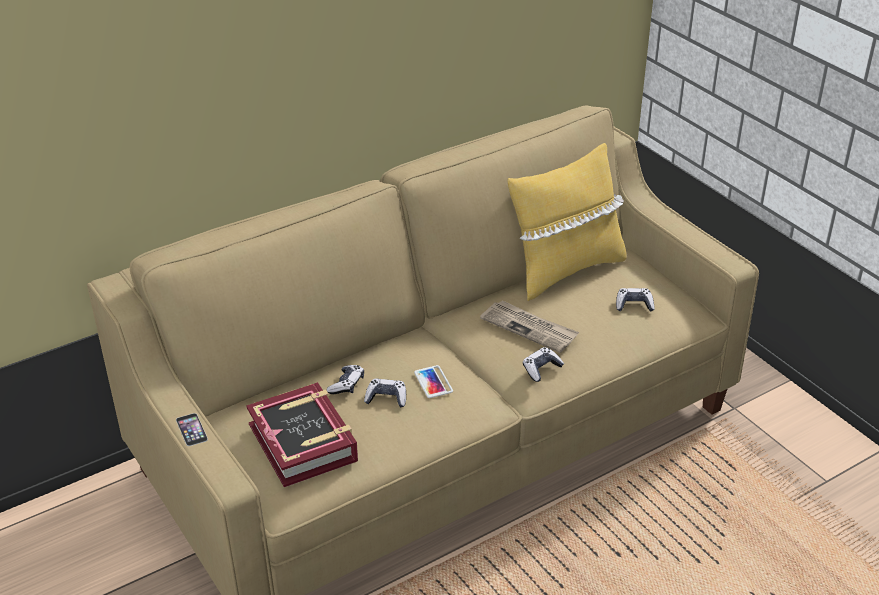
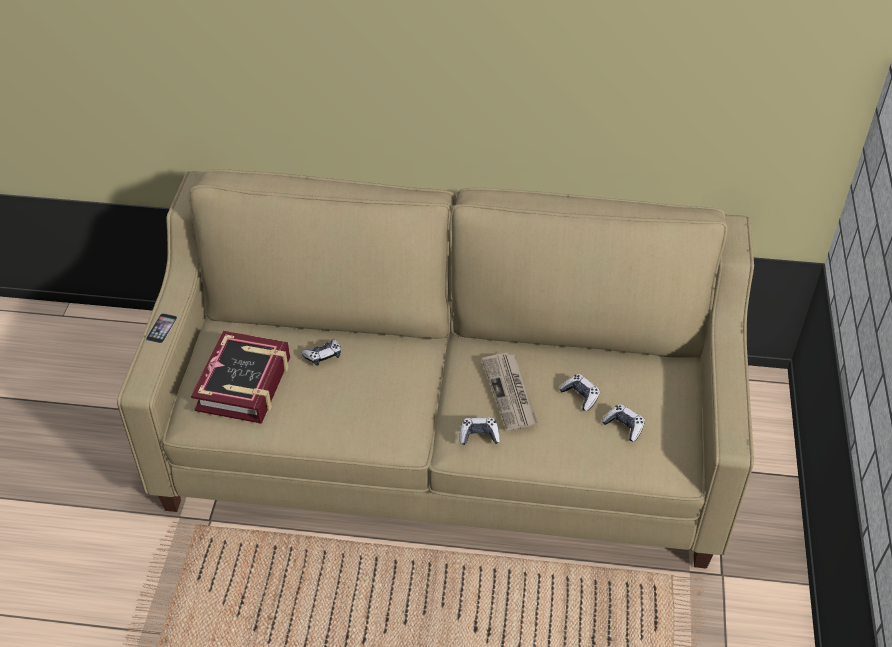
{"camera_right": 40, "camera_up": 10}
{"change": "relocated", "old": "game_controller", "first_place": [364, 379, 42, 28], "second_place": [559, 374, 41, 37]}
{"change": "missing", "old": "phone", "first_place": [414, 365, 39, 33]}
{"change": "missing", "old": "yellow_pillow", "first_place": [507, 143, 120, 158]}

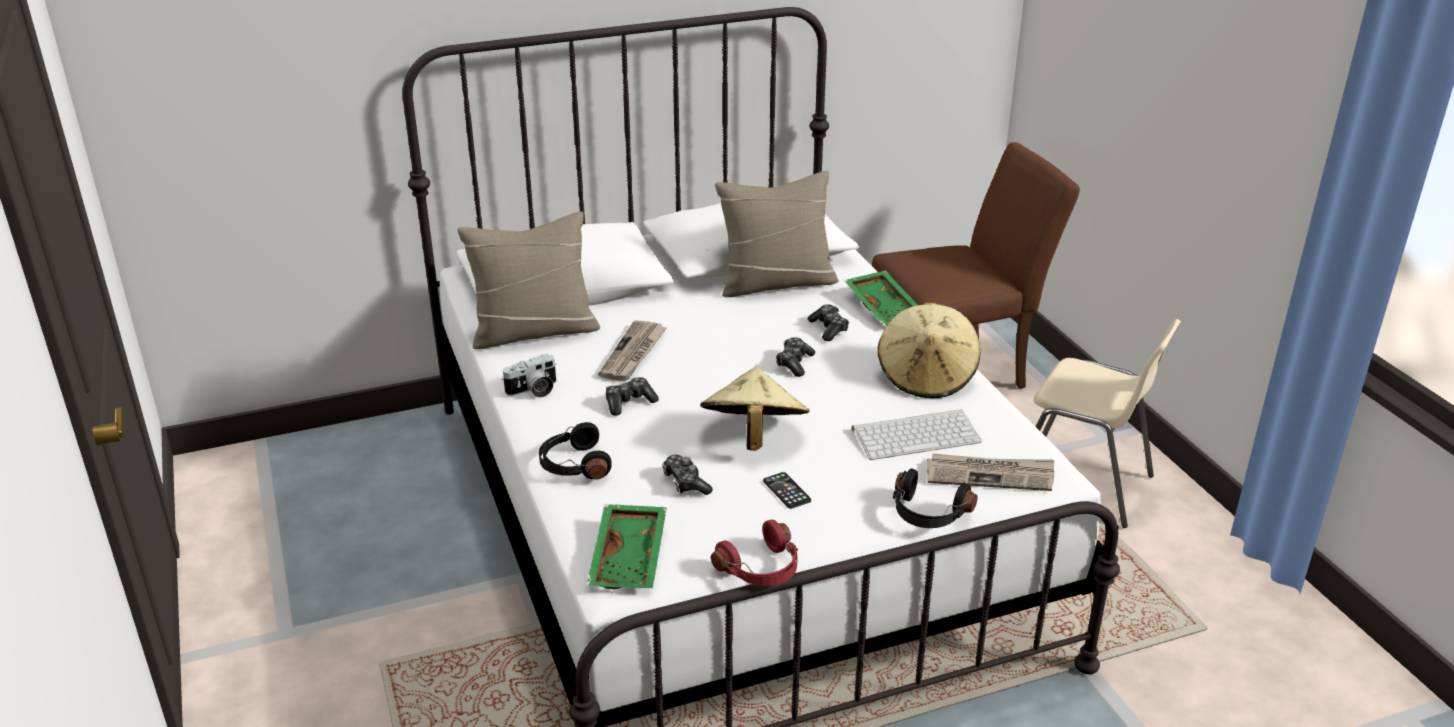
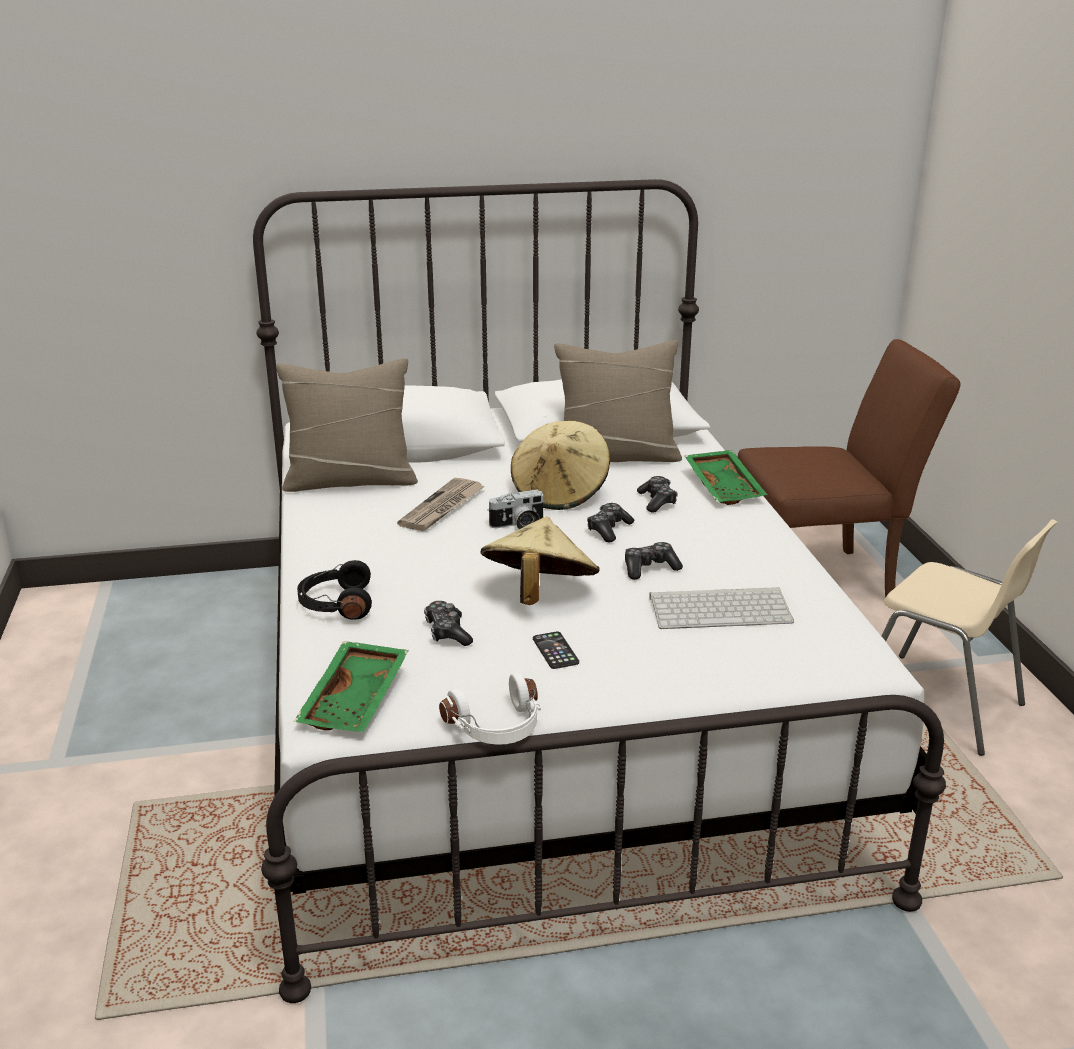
{"camera_right": 10, "camera_up": -5}
{"change": "relocated", "old": "photo_camera", "first_place": [502, 354, 54, 44], "second_place": [487, 489, 58, 40]}
{"change": "relocated", "old": "game_controller", "first_place": [606, 377, 53, 39], "second_place": [625, 542, 58, 38]}
{"change": "colour", "old": "red_headphones", "new": "white_headphones", "first_place": [711, 520, 87, 66], "second_place": [439, 673, 102, 72]}
{"change": "relocated", "old": "beige_hat", "first_place": [877, 303, 103, 95], "second_place": [511, 420, 99, 90]}
{"change": "missing", "old": "black_headphones", "first_place": [893, 469, 85, 59]}
{"change": "missing", "old": "newspaper", "first_place": [927, 453, 127, 38]}

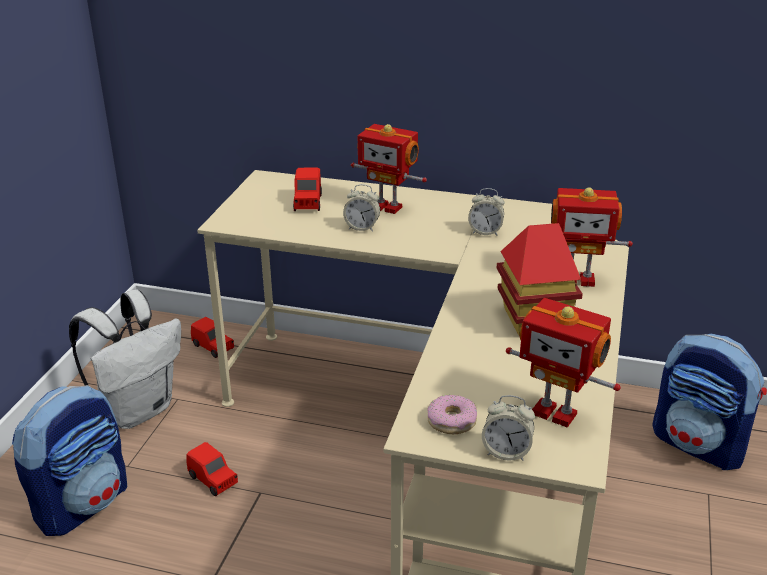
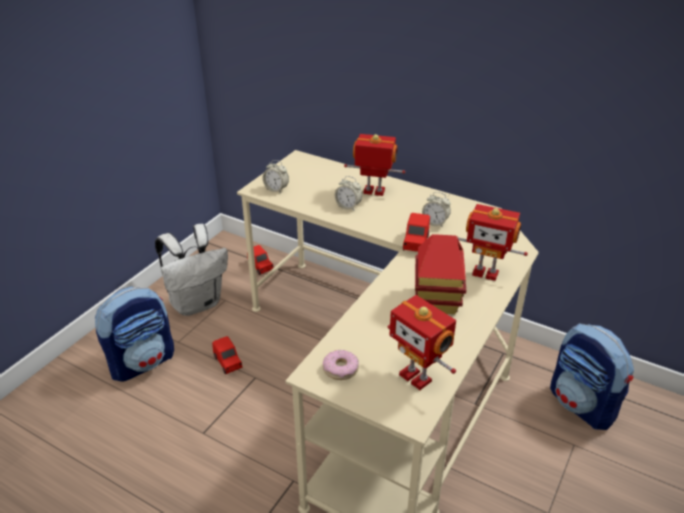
{"camera_right": 15, "camera_up": 5}
{"change": "relocated", "old": "red_toy_car", "first_place": [293, 168, 29, 43], "second_place": [403, 213, 27, 39]}
{"change": "spun", "old": "toy_robot", "first_place": [351, 124, 76, 90], "second_place": [344, 134, 62, 62], "degrees": 150}
{"change": "relocated", "old": "alarm_clock", "first_place": [482, 395, 53, 66], "second_place": [262, 160, 27, 33]}

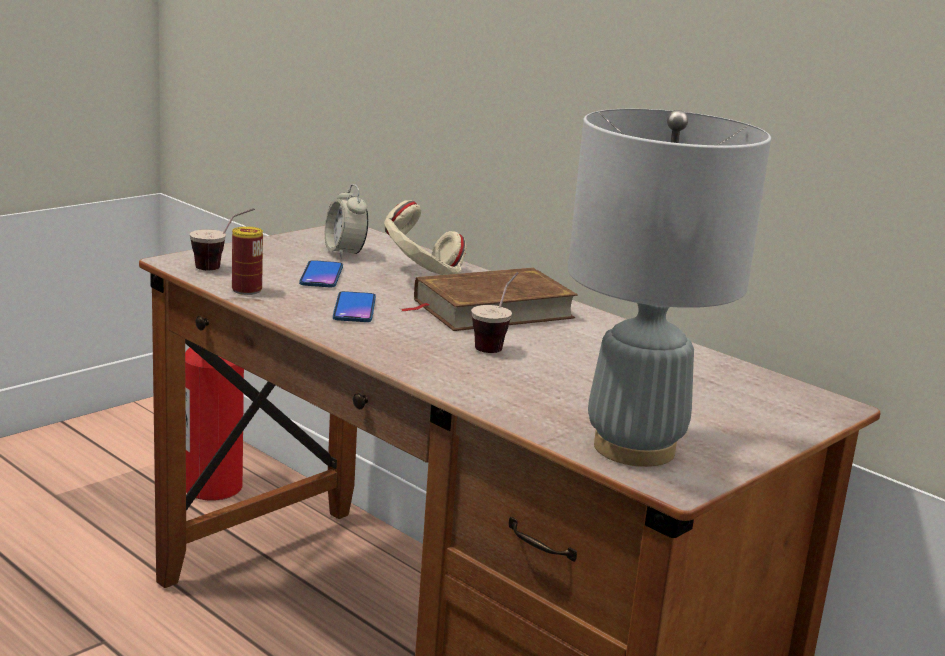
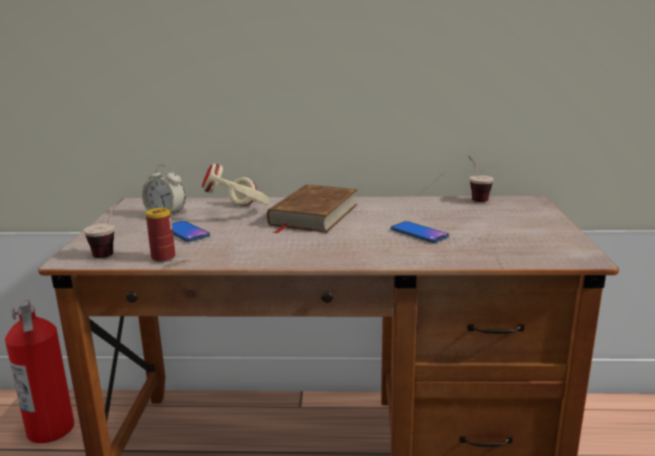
{"camera_right": -40, "camera_up": 0}
{"change": "relocated", "old": "phone", "first_place": [333, 291, 43, 31], "second_place": [391, 221, 58, 22]}
{"change": "relocated", "old": "cup", "first_place": [471, 272, 48, 81], "second_place": [468, 156, 26, 46]}
{"change": "missing", "old": "grey_table_lamp", "first_place": [568, 109, 203, 358]}

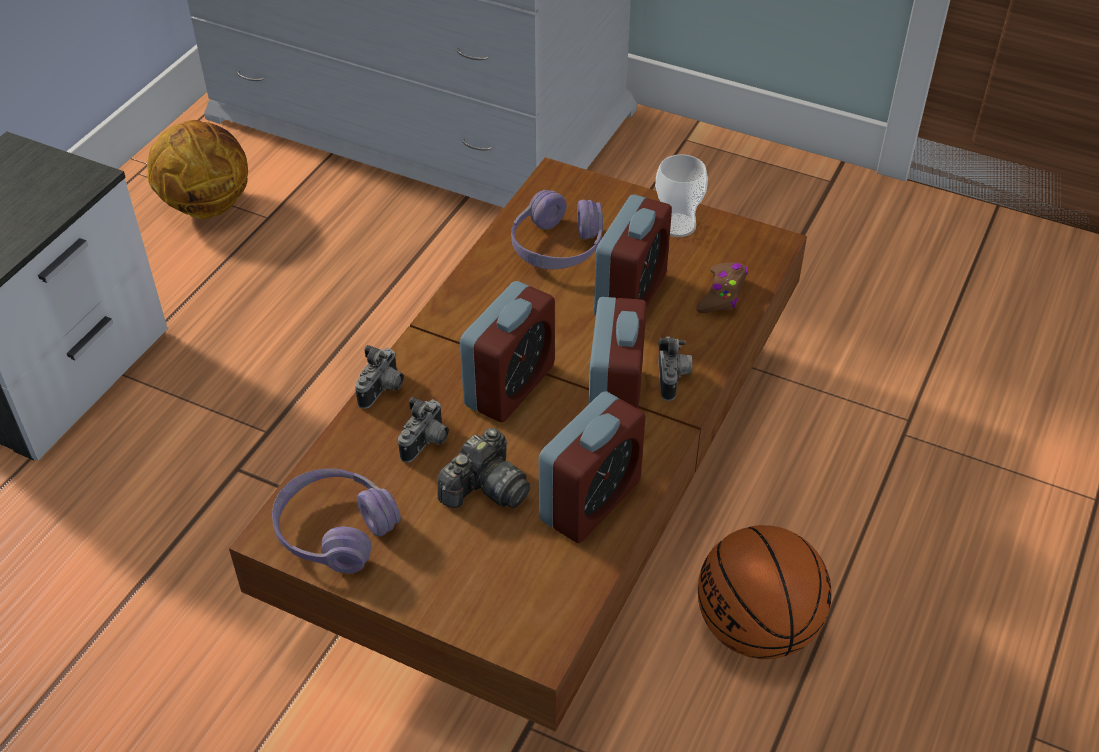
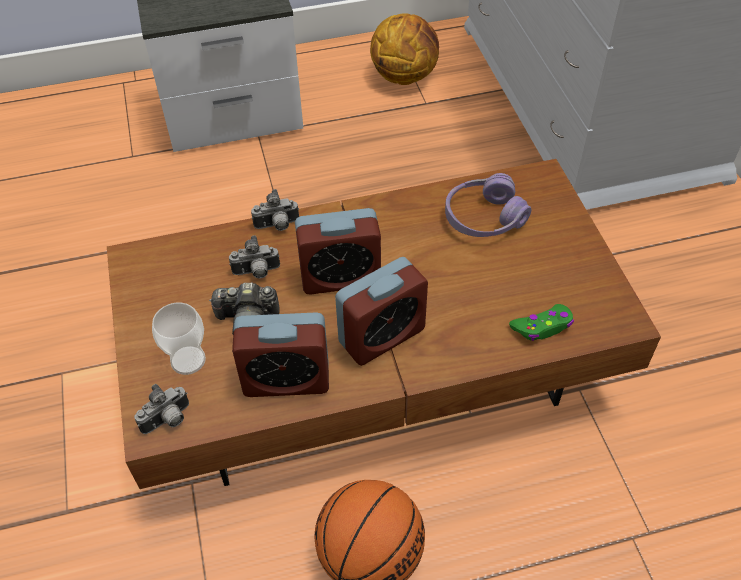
{"camera_right": 50, "camera_up": 5}
{"change": "missing", "old": "purple_headphones", "first_place": [272, 469, 129, 105]}
{"change": "missing", "old": "alarm_clock", "first_place": [594, 194, 78, 122]}
{"change": "relocated", "old": "cup", "first_place": [655, 154, 53, 83], "second_place": [152, 302, 54, 73]}
{"change": "relocated", "old": "photo_camera", "first_place": [658, 336, 34, 65], "second_place": [134, 384, 55, 50]}
{"change": "colour", "old": "brown_game_controller", "new": "green_game_controller", "first_place": [696, 262, 52, 51], "second_place": [509, 304, 65, 37]}

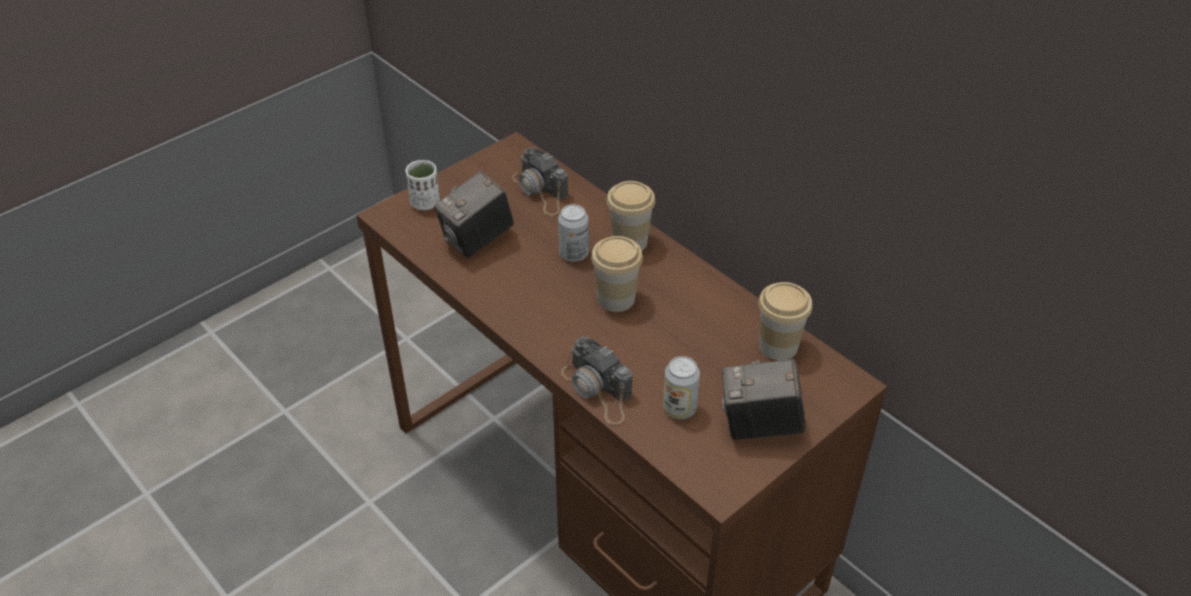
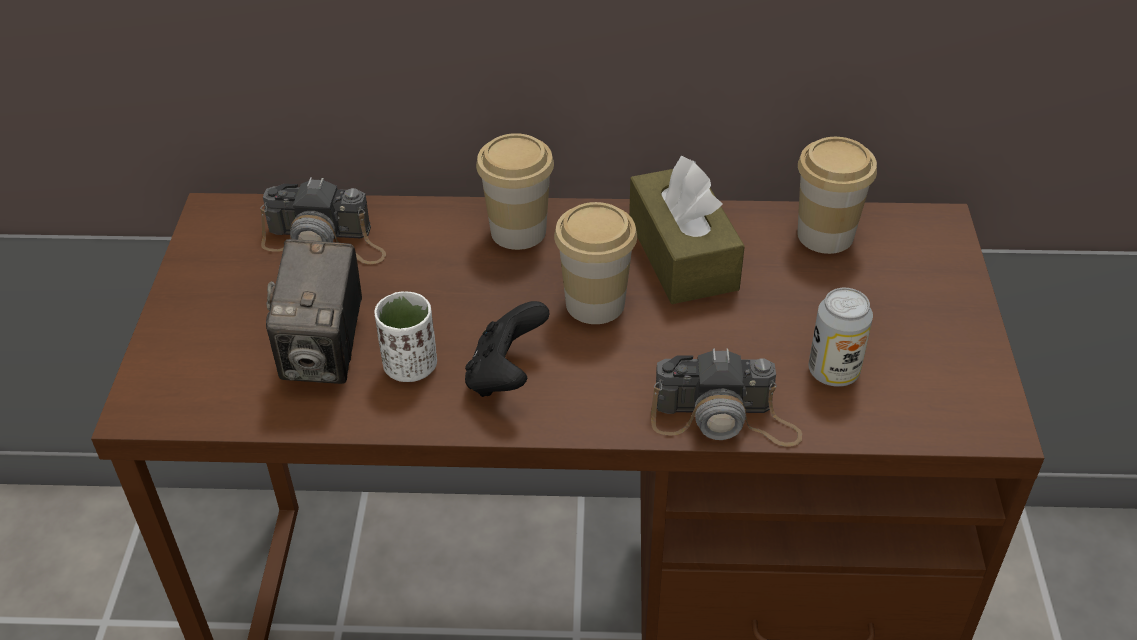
{"camera_right": -45, "camera_up": 0}
{"change": "relocated", "old": "white_cup", "first_place": [405, 160, 35, 50], "second_place": [374, 292, 63, 90]}
{"change": "missing", "old": "can", "first_place": [558, 204, 31, 58]}
{"change": "missing", "old": "photo_camera", "first_place": [722, 359, 84, 81]}
{"change": "appeared", "new": "black_game_controller", "second_place": [465, 301, 84, 96]}
{"change": "appeared", "new": "brown_tissue_box", "second_place": [629, 156, 116, 148]}

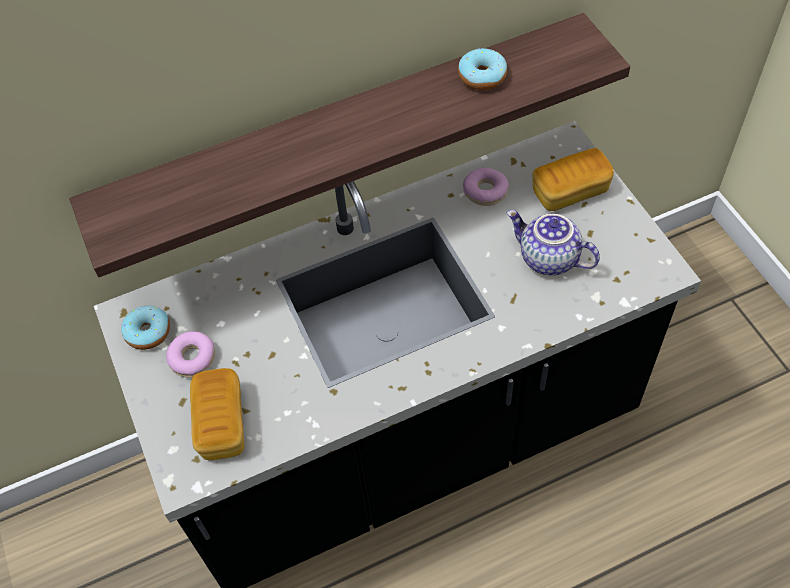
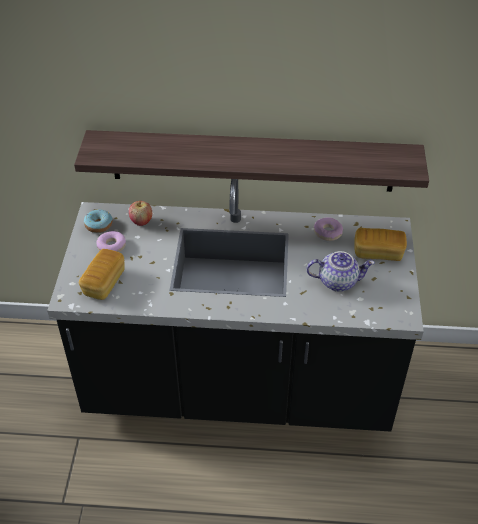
{"camera_right": 25, "camera_up": -10}
{"change": "missing", "old": "donut", "first_place": [458, 48, 49, 42]}
{"change": "spun", "old": "teapot", "first_place": [507, 210, 93, 65], "second_place": [306, 251, 69, 41], "degrees": 120}
{"change": "appeared", "new": "apple", "second_place": [129, 200, 23, 26]}

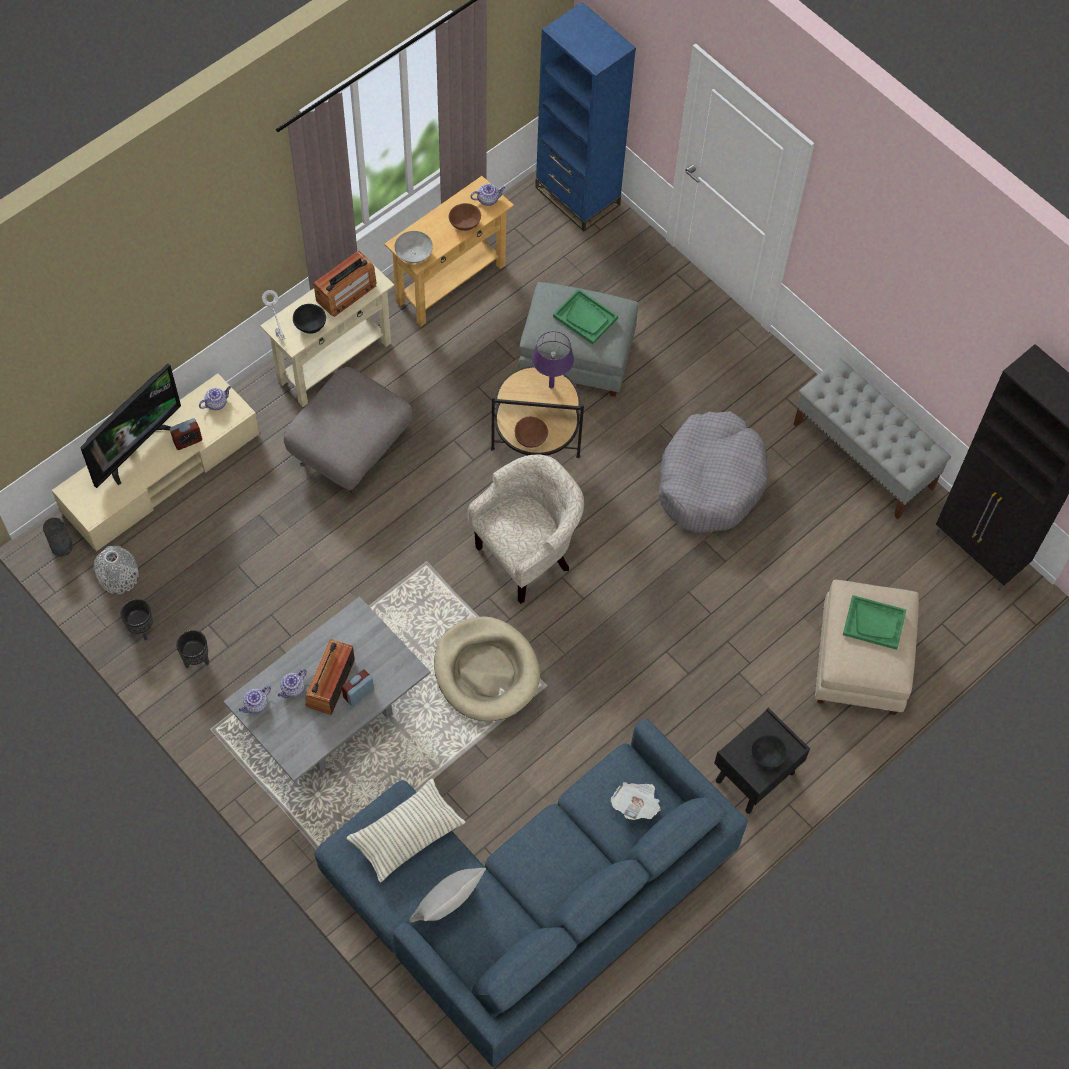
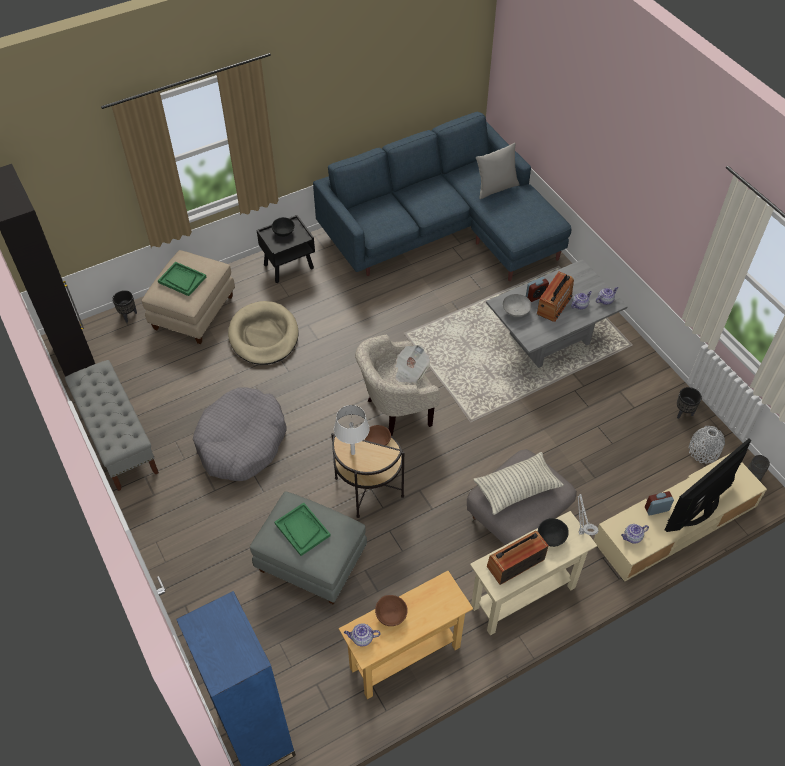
{"camera_right": -165, "camera_up": -10}
{"change": "relocated", "old": "black_planter", "first_place": [176, 630, 33, 38], "second_place": [112, 290, 25, 32]}
{"change": "relocated", "old": "pillow", "first_place": [347, 779, 119, 104], "second_place": [473, 452, 90, 63]}
{"change": "relocated", "old": "grey_bowl", "first_place": [395, 231, 38, 32], "second_place": [503, 294, 29, 23]}
{"change": "relocated", "old": "beige_dog_bed", "first_place": [434, 617, 106, 104], "second_place": [228, 301, 71, 64]}
{"change": "colour", "old": "purple_table_lamp", "new": "white_table_lamp", "first_place": [532, 331, 42, 58], "second_place": [334, 405, 36, 50]}
{"change": "relocated", "old": "newspaper", "first_place": [611, 782, 50, 38], "second_place": [395, 345, 35, 39]}

